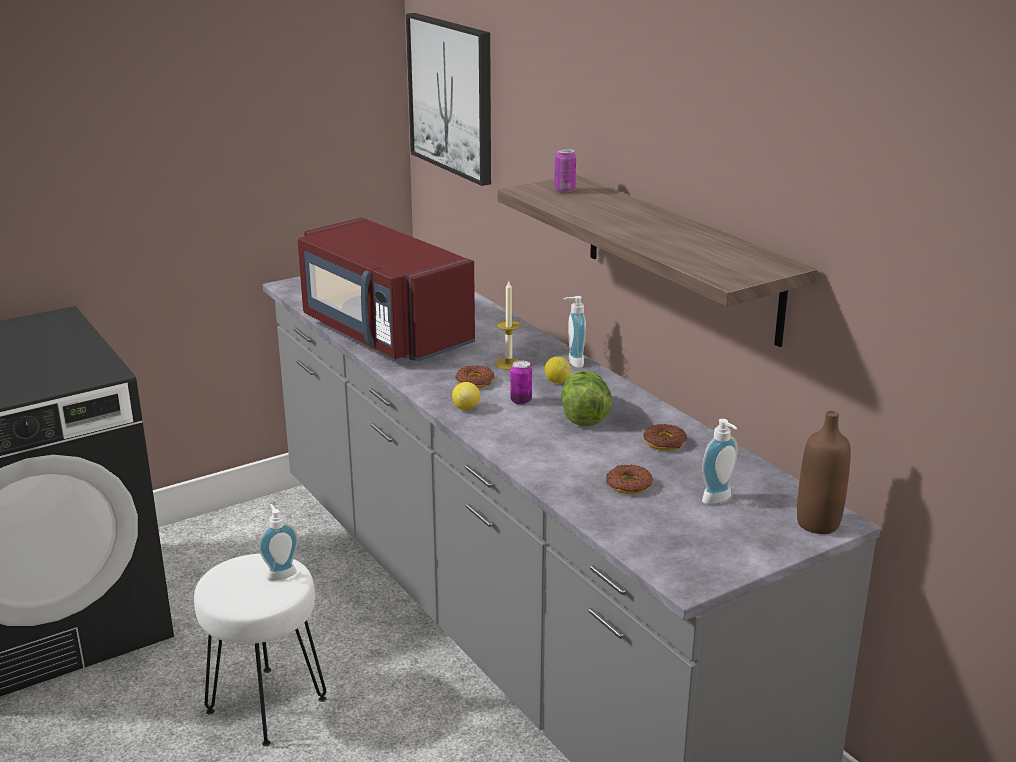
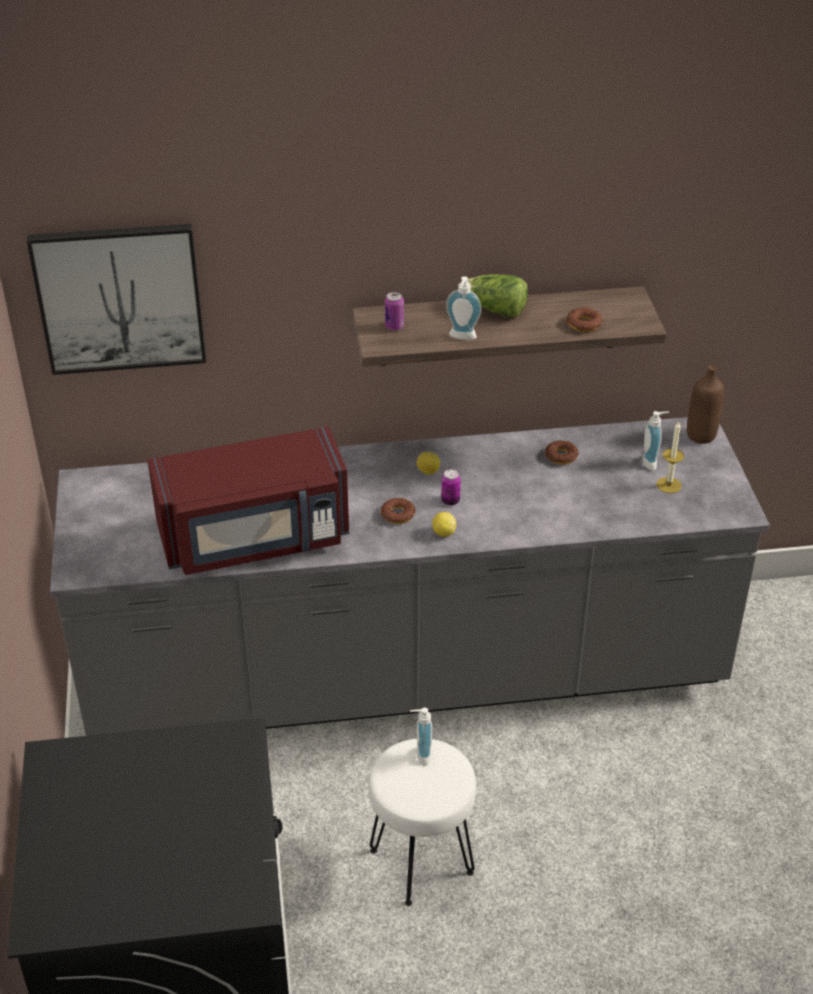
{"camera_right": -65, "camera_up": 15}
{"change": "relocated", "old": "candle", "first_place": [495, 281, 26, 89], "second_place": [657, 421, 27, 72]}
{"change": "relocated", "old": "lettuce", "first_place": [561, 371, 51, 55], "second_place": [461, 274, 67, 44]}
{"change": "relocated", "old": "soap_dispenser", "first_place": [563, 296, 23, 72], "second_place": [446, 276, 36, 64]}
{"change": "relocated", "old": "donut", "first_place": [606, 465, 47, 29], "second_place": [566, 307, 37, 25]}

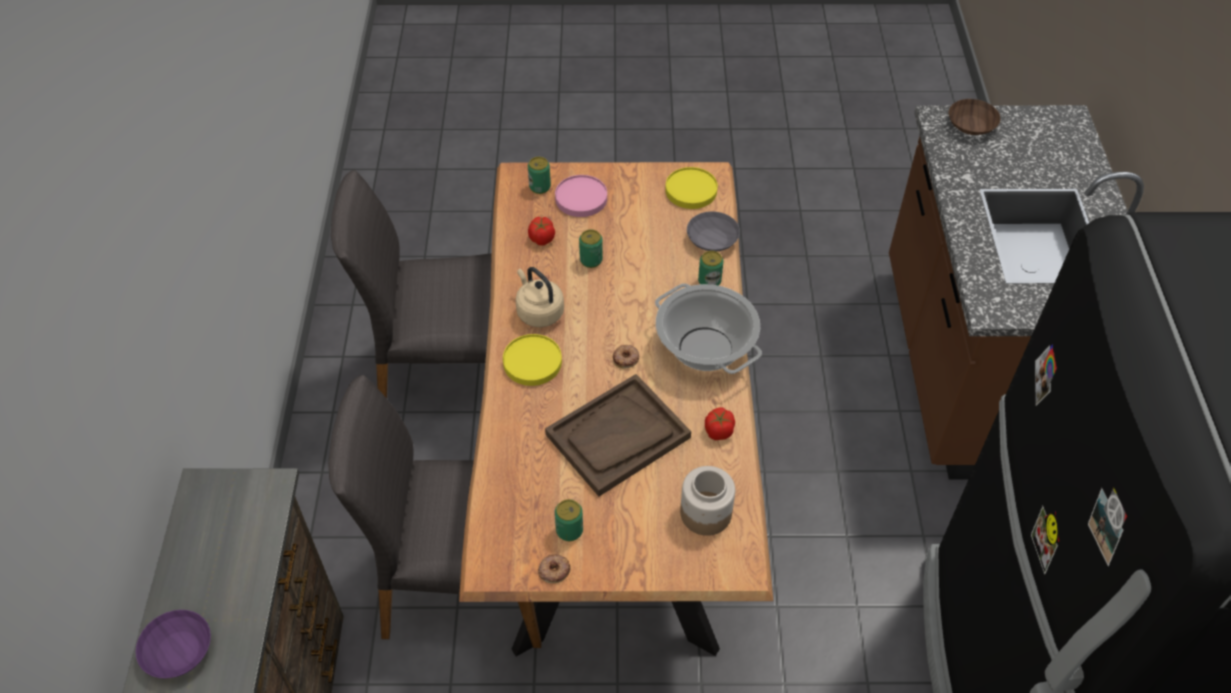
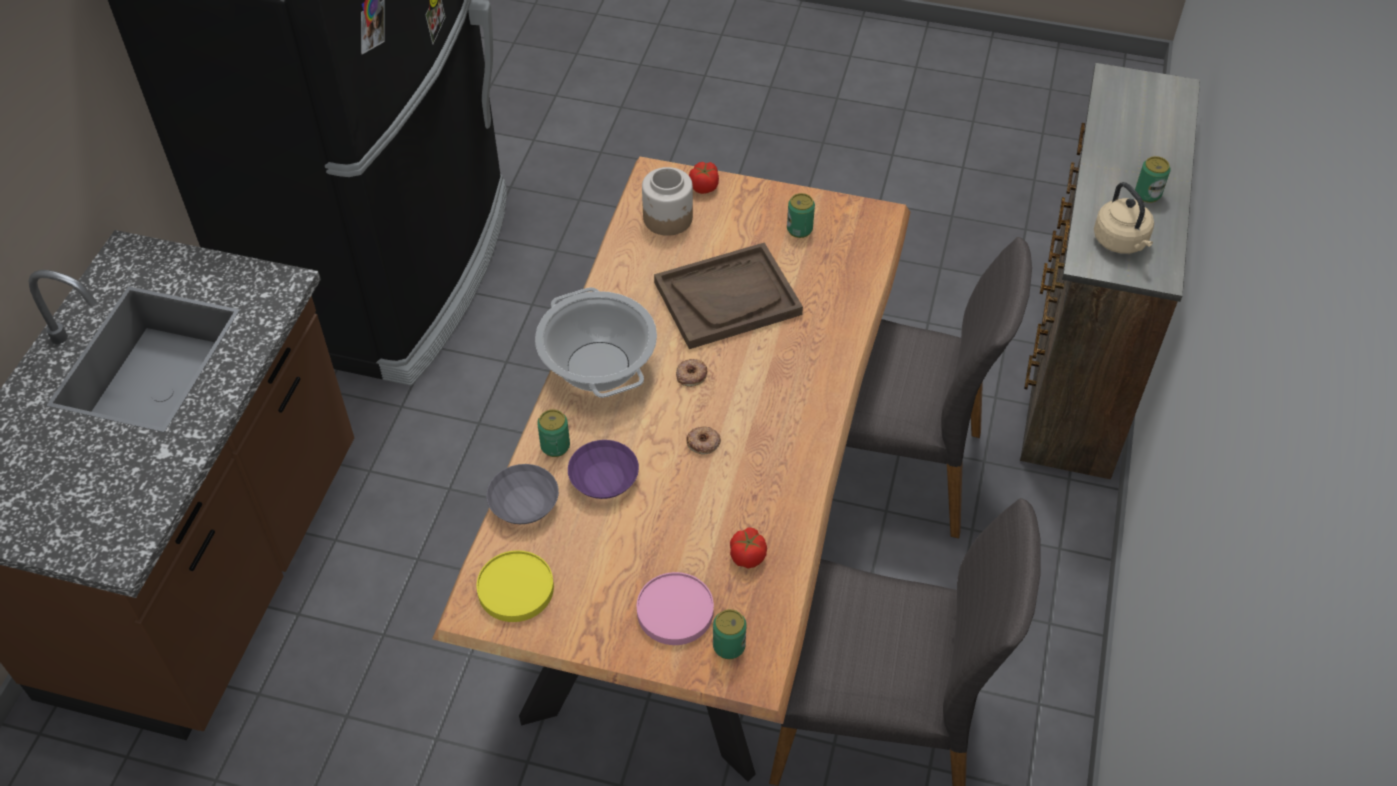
{"camera_right": -165, "camera_up": 0}
{"change": "relocated", "old": "purple_bowl", "first_place": [135, 610, 76, 69], "second_place": [568, 440, 71, 59]}
{"change": "missing", "old": "yellow_plate", "first_place": [503, 334, 59, 52]}
{"change": "relocated", "old": "beige_kettle", "first_place": [515, 267, 49, 60], "second_place": [1094, 182, 60, 72]}
{"change": "relocated", "old": "donut", "first_place": [538, 554, 33, 29], "second_place": [686, 426, 35, 28]}
{"change": "relocated", "old": "can", "first_place": [579, 229, 24, 39], "second_place": [1135, 156, 36, 47]}
{"change": "relocated", "old": "tomato", "first_place": [705, 407, 30, 33], "second_place": [689, 162, 30, 32]}
{"change": "missing", "old": "brown_bowl", "first_place": [949, 99, 52, 36]}

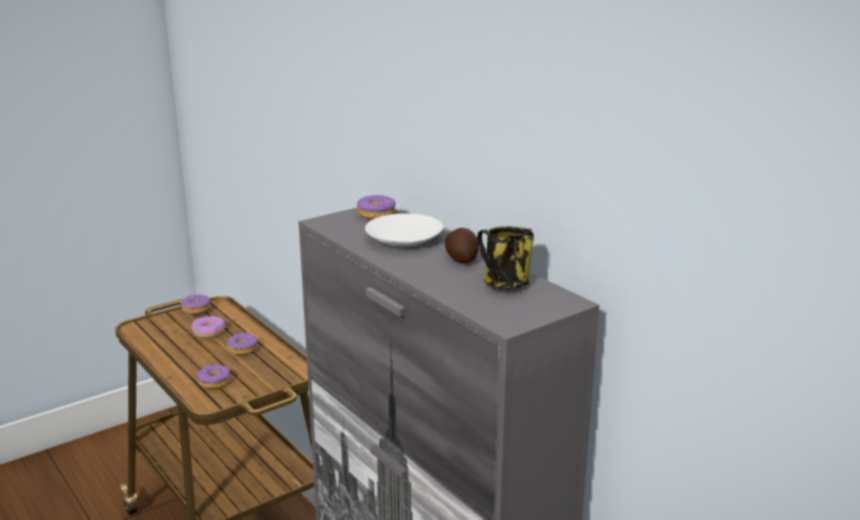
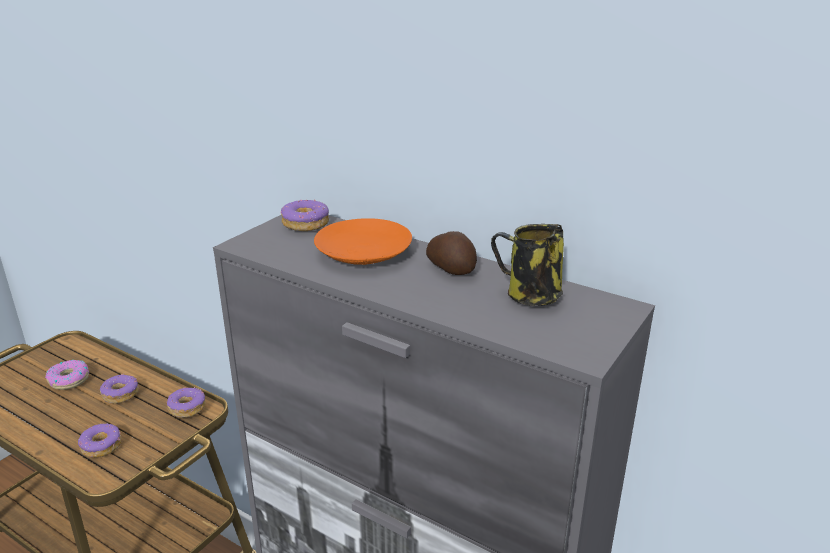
{"camera_right": -20, "camera_up": 5}
{"change": "relocated", "old": "donut", "first_place": [181, 294, 29, 20], "second_place": [167, 387, 38, 31]}
{"change": "colour", "old": "white_plate", "new": "orange_plate", "first_place": [365, 214, 78, 32], "second_place": [314, 218, 98, 47]}

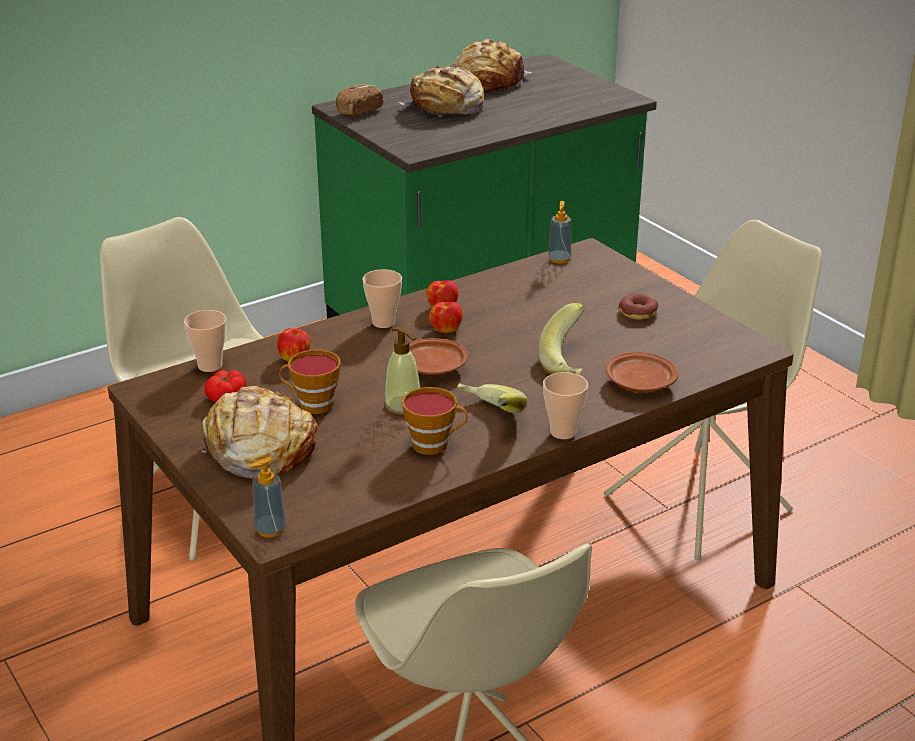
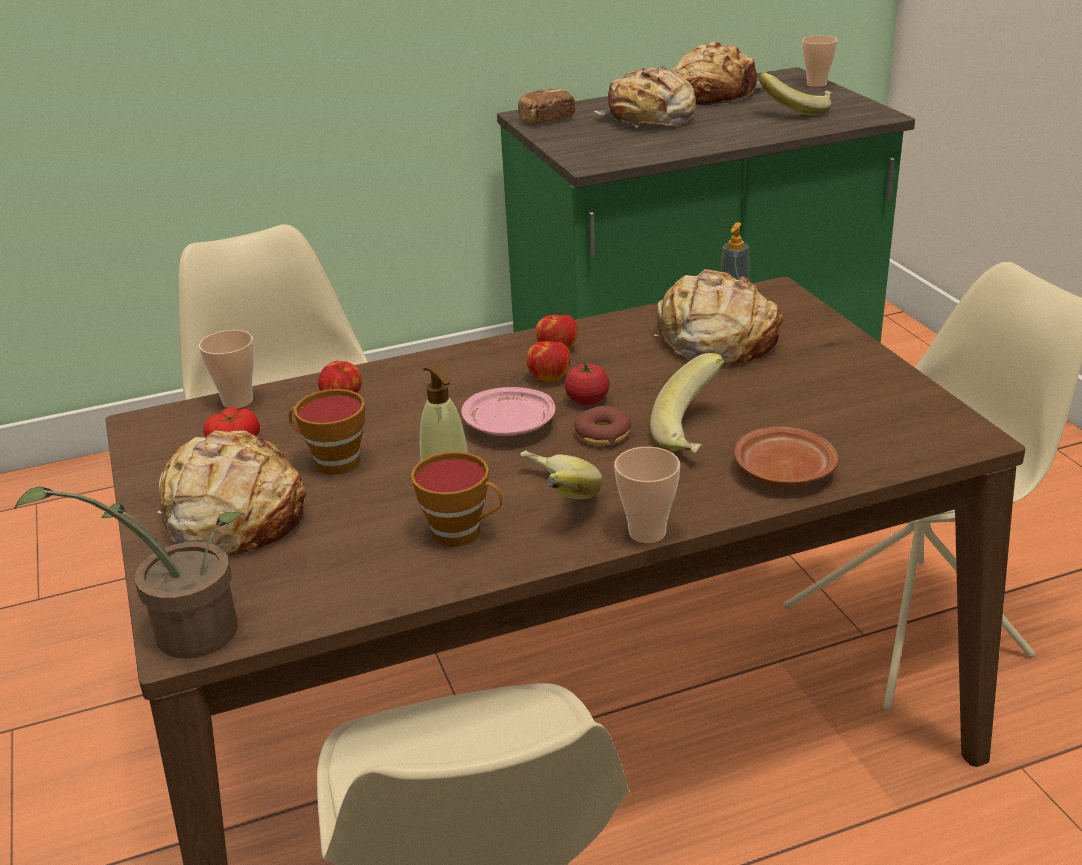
{"camera_right": 15, "camera_up": 0}
{"change": "exchanged", "old": "soap_dispenser", "new": "potted_plant", "first_place": [249, 457, 37, 81], "second_place": [14, 487, 231, 171]}
{"change": "relocated", "old": "cup", "first_place": [363, 269, 39, 59], "second_place": [802, 35, 36, 52]}
{"change": "colour", "old": "brown_plate", "new": "pink_plate", "first_place": [409, 338, 59, 37], "second_place": [461, 387, 94, 49]}
{"change": "relocated", "old": "donut", "first_place": [618, 293, 40, 27], "second_place": [574, 406, 57, 40]}
{"change": "appeared", "new": "tomato", "second_place": [564, 361, 46, 44]}
{"change": "appeared", "new": "bread", "second_place": [654, 269, 130, 97]}
{"change": "appeared", "new": "banana", "second_place": [759, 72, 74, 43]}

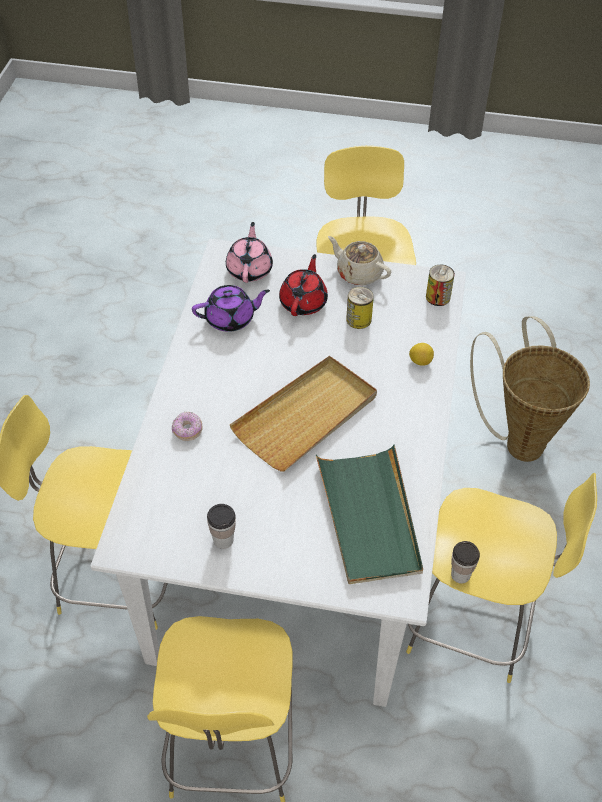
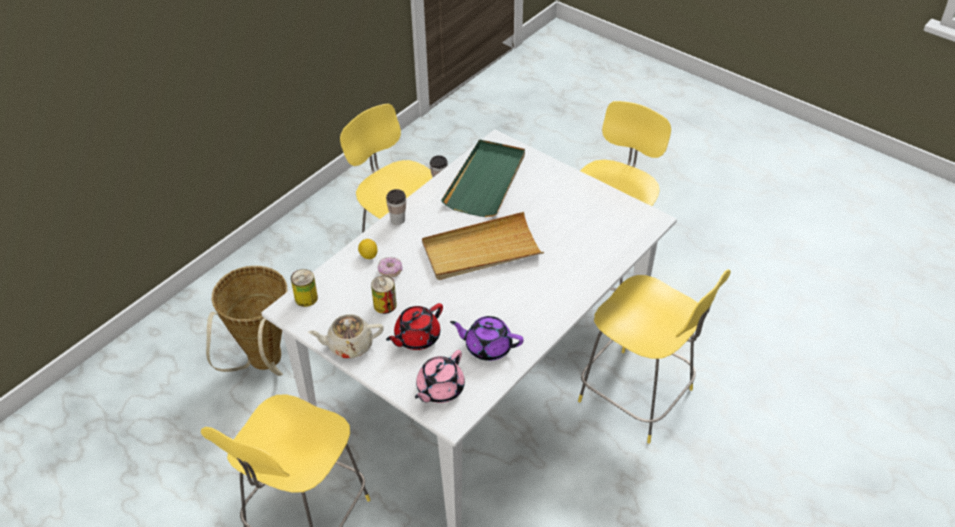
{"camera_right": -150, "camera_up": -5}
{"change": "relocated", "old": "donut", "first_place": [172, 412, 30, 29], "second_place": [378, 257, 24, 20]}
{"change": "relocated", "old": "cup", "first_place": [207, 504, 29, 45], "second_place": [386, 189, 20, 36]}
{"change": "spun", "old": "beige_teapot", "first_place": [328, 236, 63, 49], "second_place": [308, 314, 76, 44], "degrees": 105}

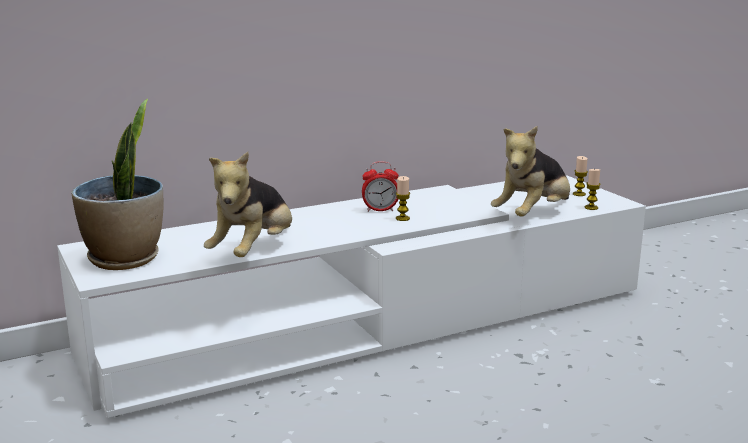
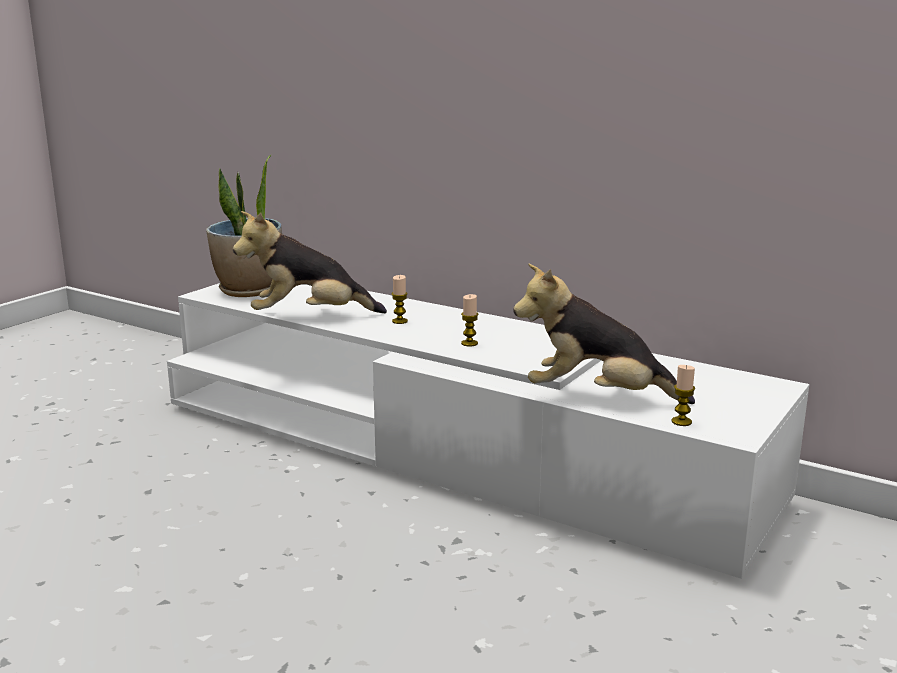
{"camera_right": 60, "camera_up": 0}
{"change": "missing", "old": "alarm_clock", "first_place": [362, 161, 37, 51]}
{"change": "relocated", "old": "candle", "first_place": [573, 156, 15, 40], "second_place": [392, 275, 16, 49]}

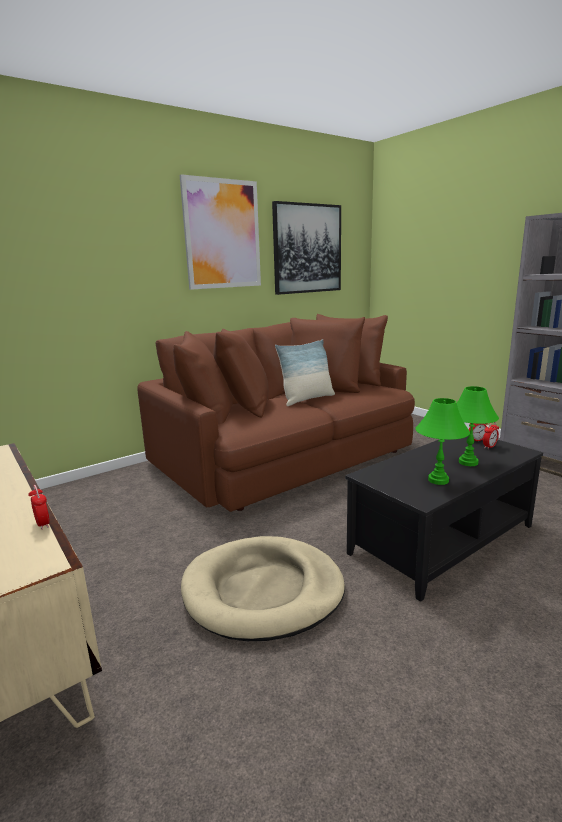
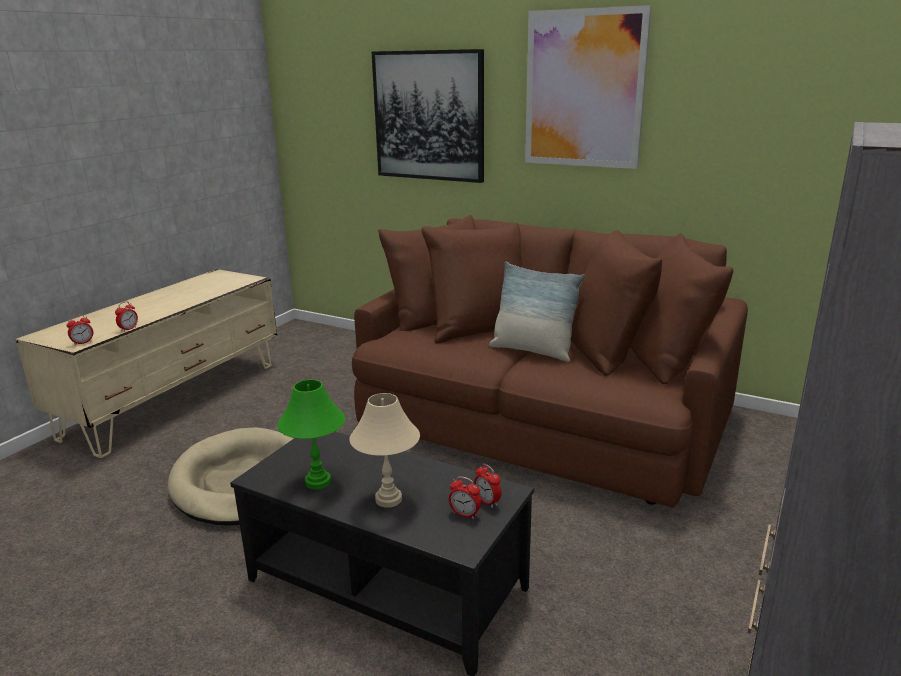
{"camera_right": 65, "camera_up": 5}
{"change": "relocated", "old": "picture", "first_place": [272, 201, 69, 94], "second_place": [372, 49, 112, 134]}
{"change": "colour", "old": "green_table_lamp", "new": "beige_table_lamp", "first_place": [457, 386, 42, 80], "second_place": [350, 393, 70, 115]}
{"change": "appeared", "new": "alarm_clock", "second_place": [67, 314, 26, 32]}

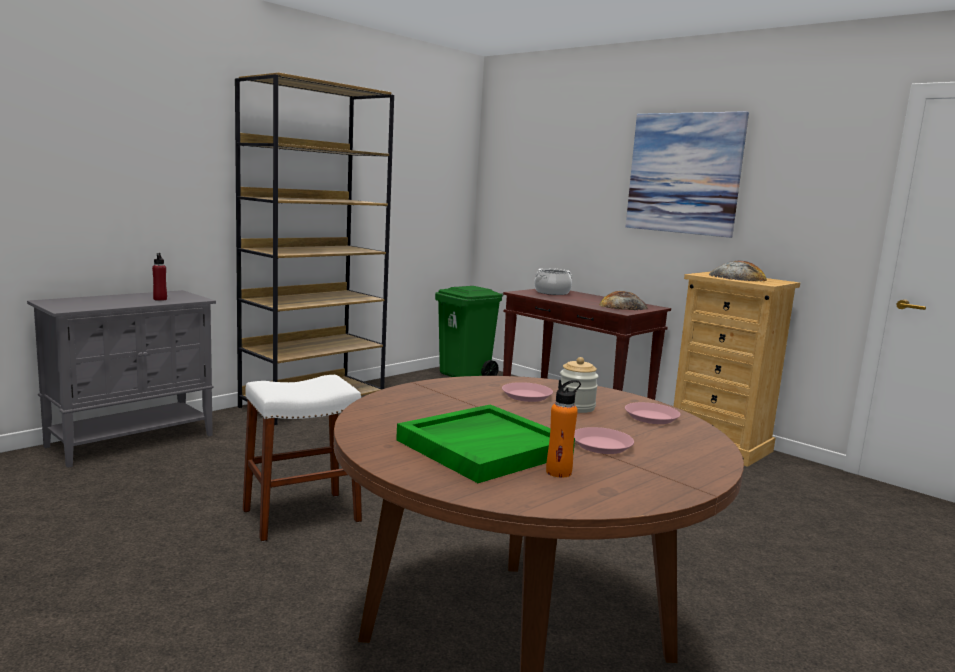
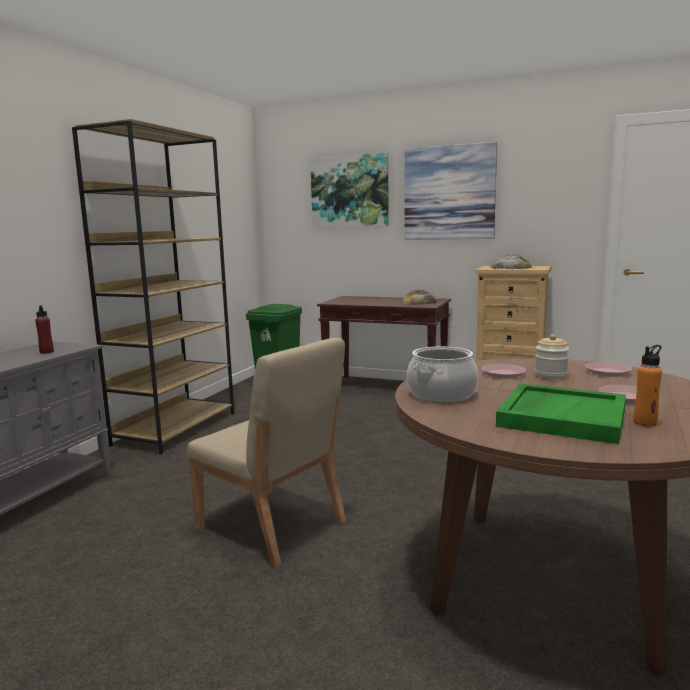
{"camera_right": -20, "camera_up": 0}
{"change": "exchanged", "old": "white_stool", "new": "beige_chair", "first_place": [243, 375, 119, 167], "second_place": [187, 338, 159, 230]}
{"change": "relocated", "old": "cooking_pot", "first_place": [534, 268, 38, 27], "second_place": [407, 346, 71, 56]}
{"change": "appeared", "new": "picture", "second_place": [310, 152, 79, 76]}

